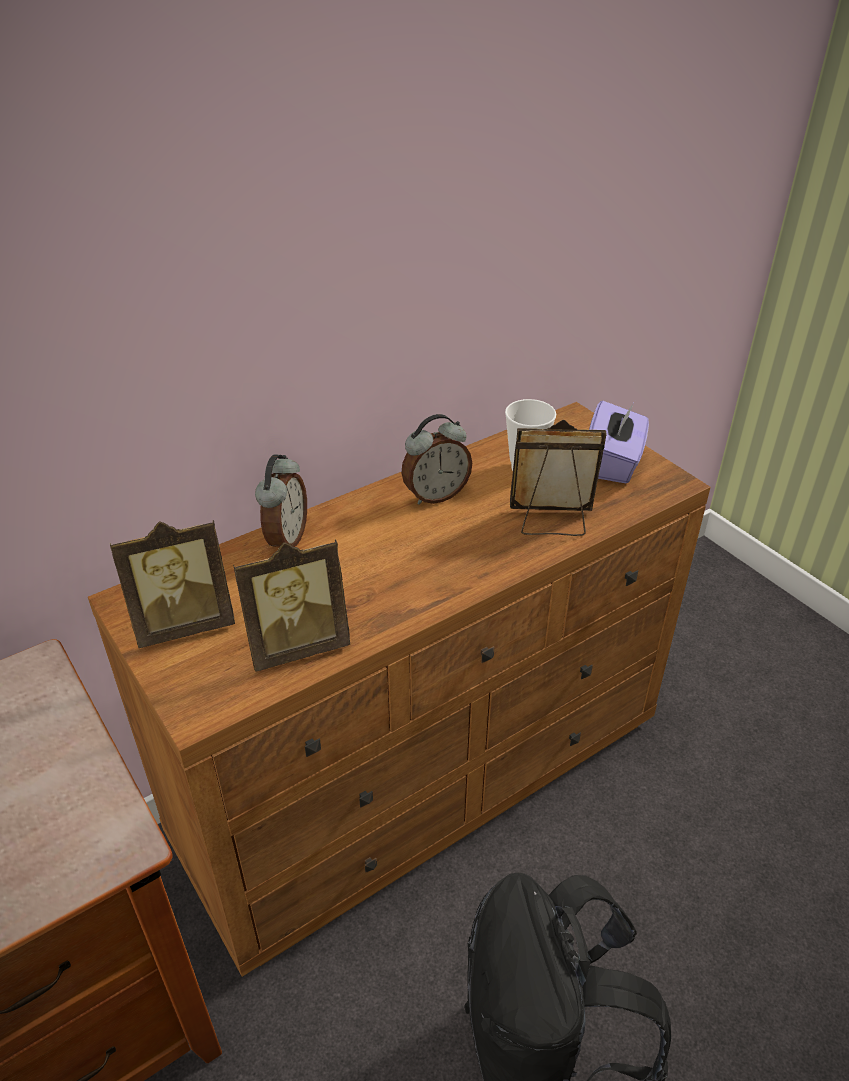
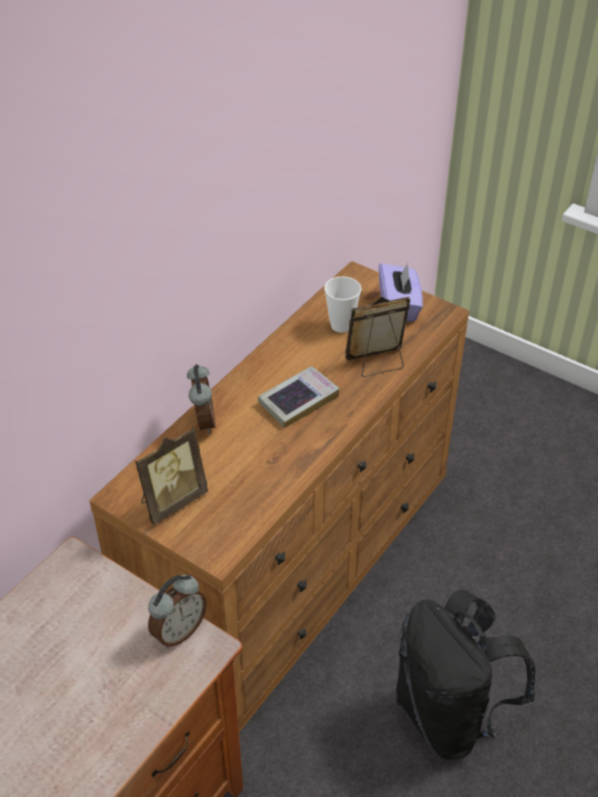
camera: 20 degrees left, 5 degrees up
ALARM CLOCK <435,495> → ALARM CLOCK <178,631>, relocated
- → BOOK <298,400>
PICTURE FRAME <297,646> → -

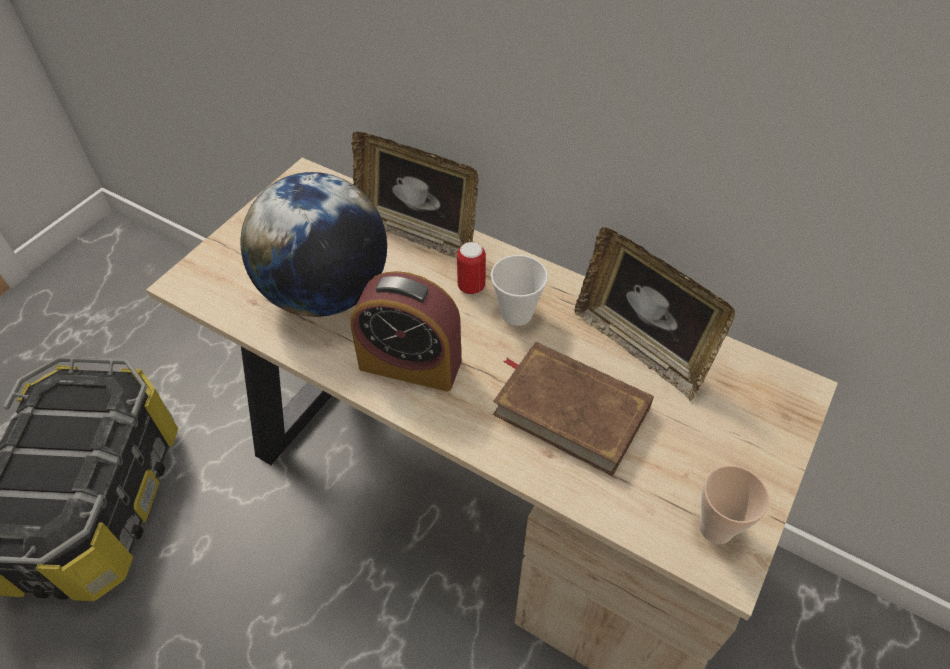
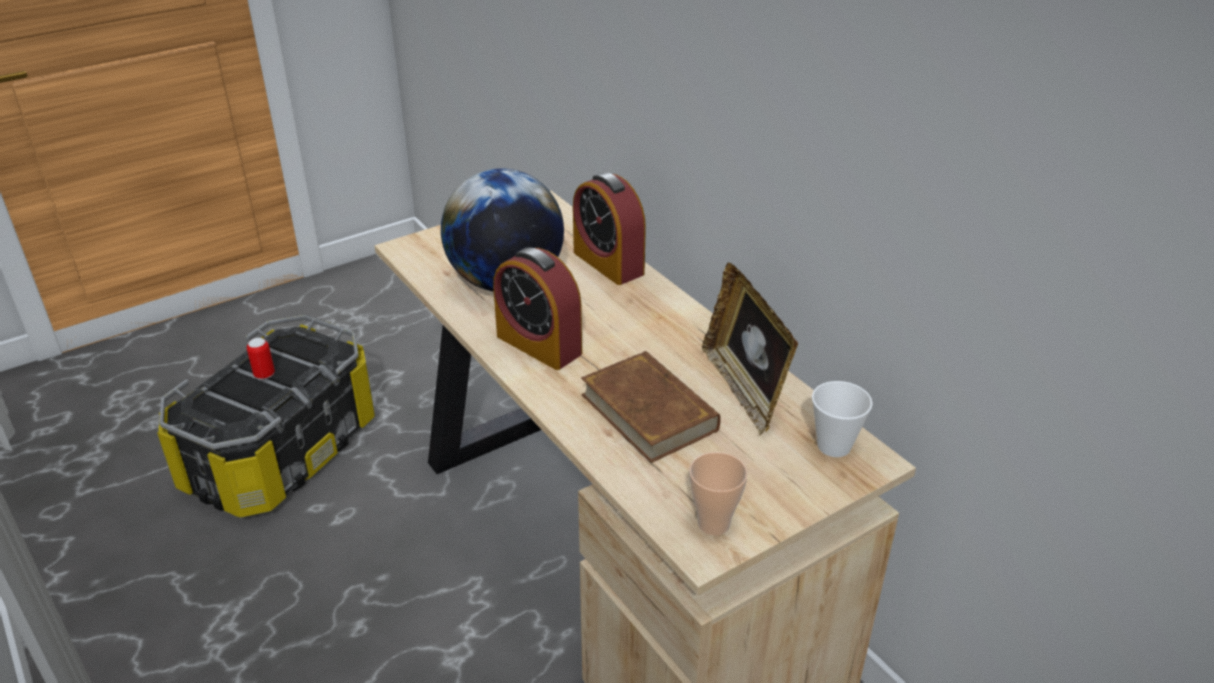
camera: 25 degrees right, 15 degrees down
CAN <471,287> → CAN <264,374>, relocated
PICTURE FRAME <417,233> → ALARM CLOCK <608,263>
CUP <516,313> → CUP <834,446>, relocated

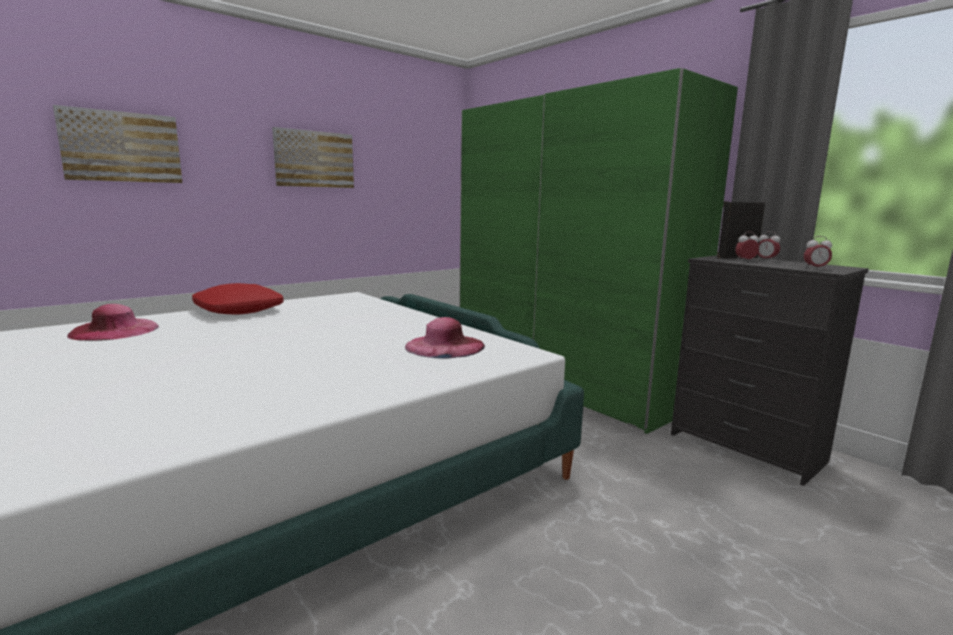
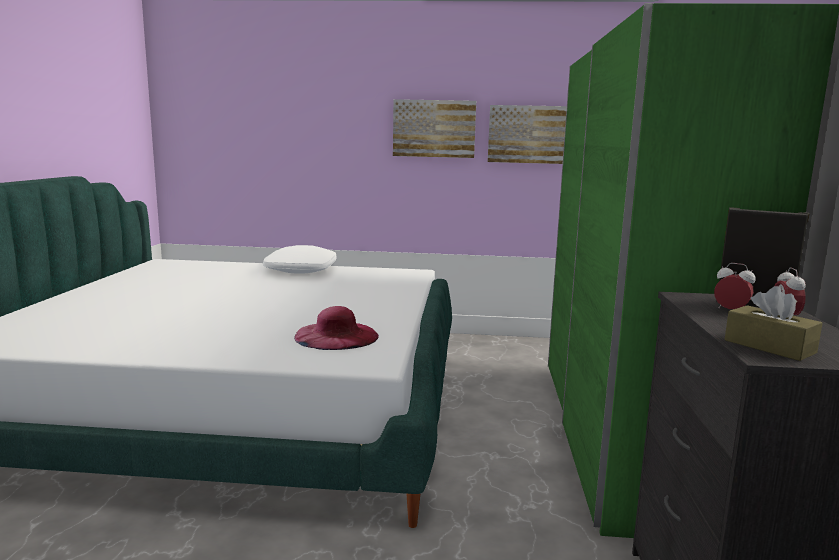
camera: 45 degrees right, 0 degrees up
RED PILLOW <238,310> → WHITE PILLOW <300,269>
PICTURE <121,147> → PICTURE <530,134>, relocated
ALARM CLOCK <815,268> → BROWN TISSUE BOX <769,346>
PINK HAT <114,330> → -

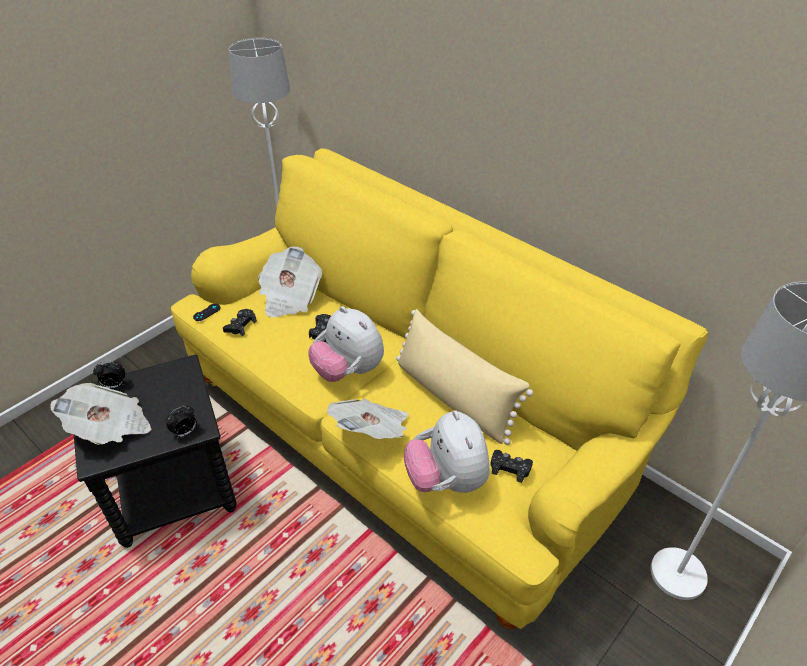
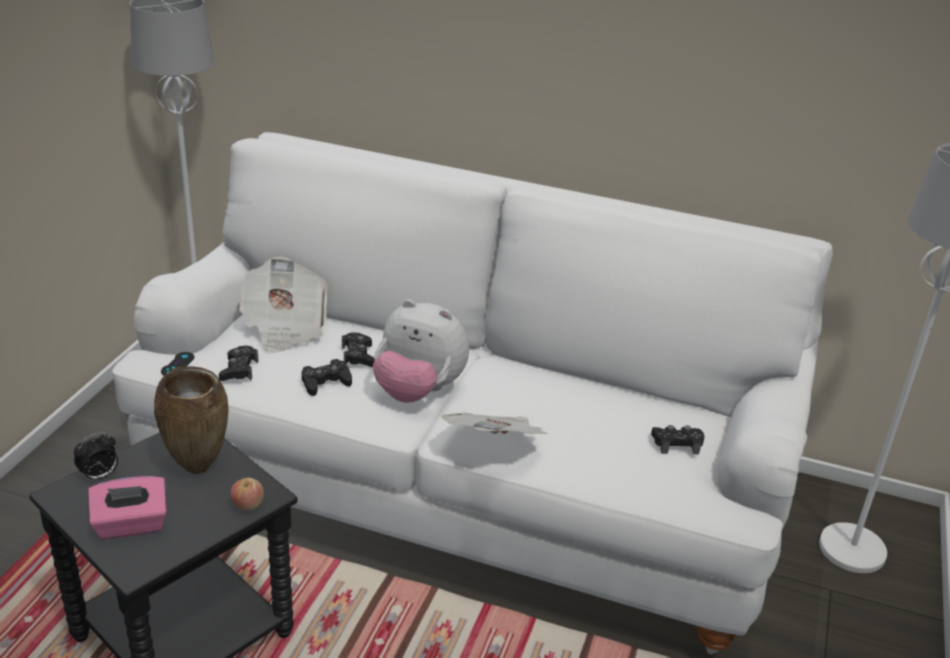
camera: 25 degrees left, 10 degrees down
NEWSPAPER <110,428> → PINK TISSUE BOX <131,525>
YELLOW SOFA <404,433> → WHITE SOFA <465,487>
- → BROWN VASE <199,468>
ALARM CLOCK <185,433> → APPLE <247,505>
- → BLACK GAME CONTROLLER <325,382>
BEIGE PILLOW <454,397> → -
PLUSH TOY <446,480> → -

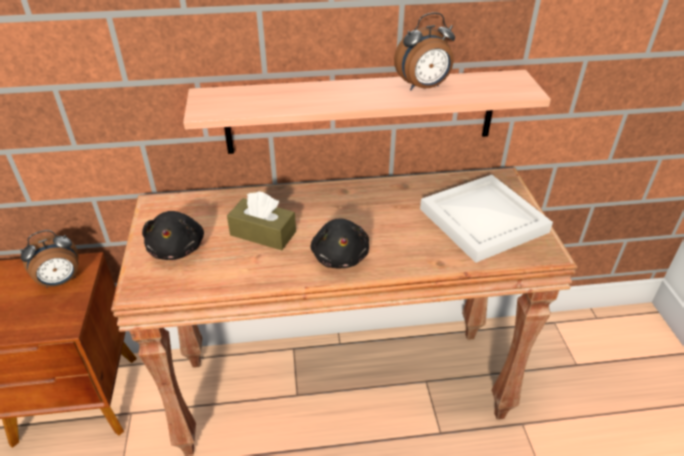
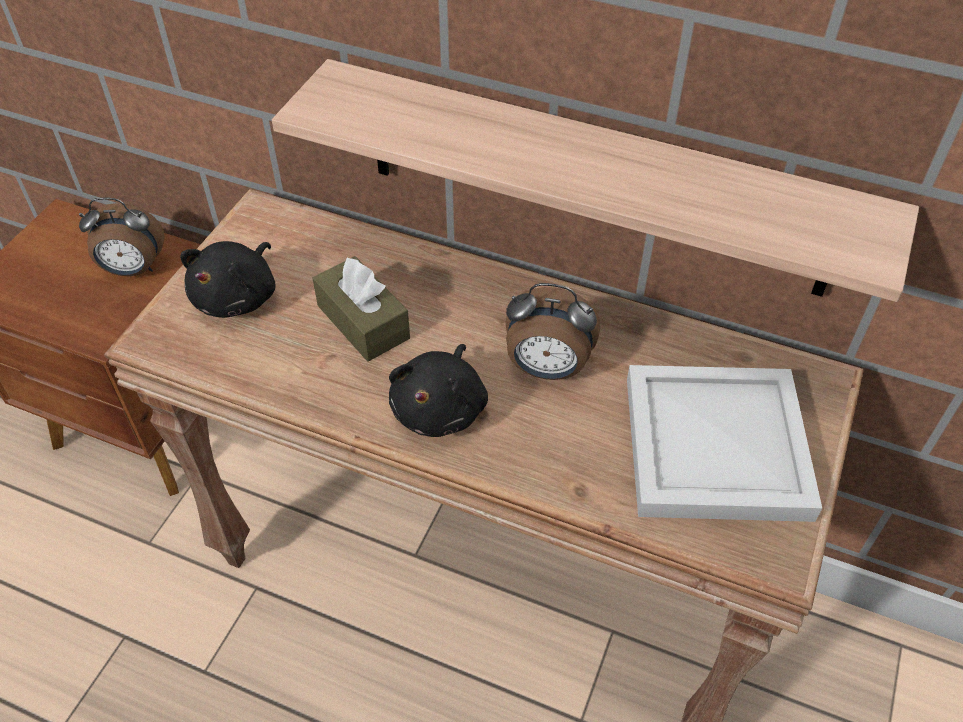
camera: 30 degrees right, 10 degrees up
ALARM CLOCK <423,87> → ALARM CLOCK <547,369>, relocated

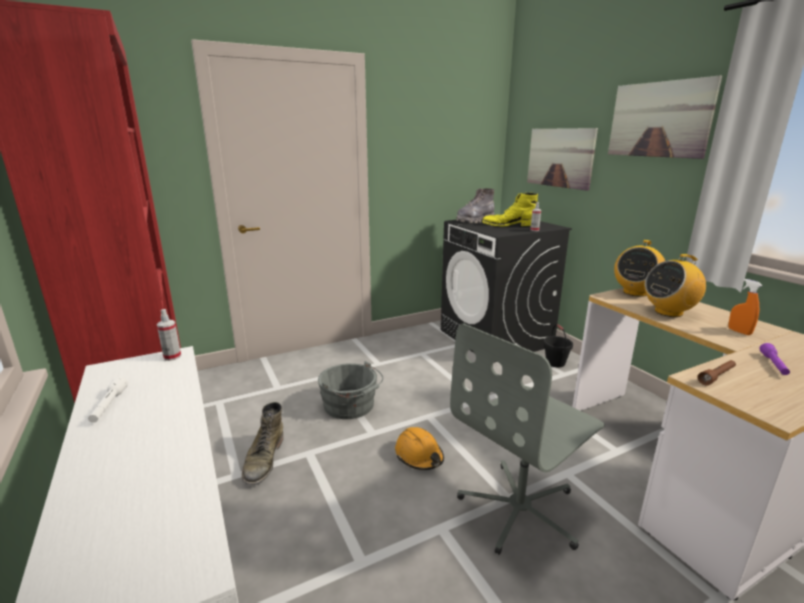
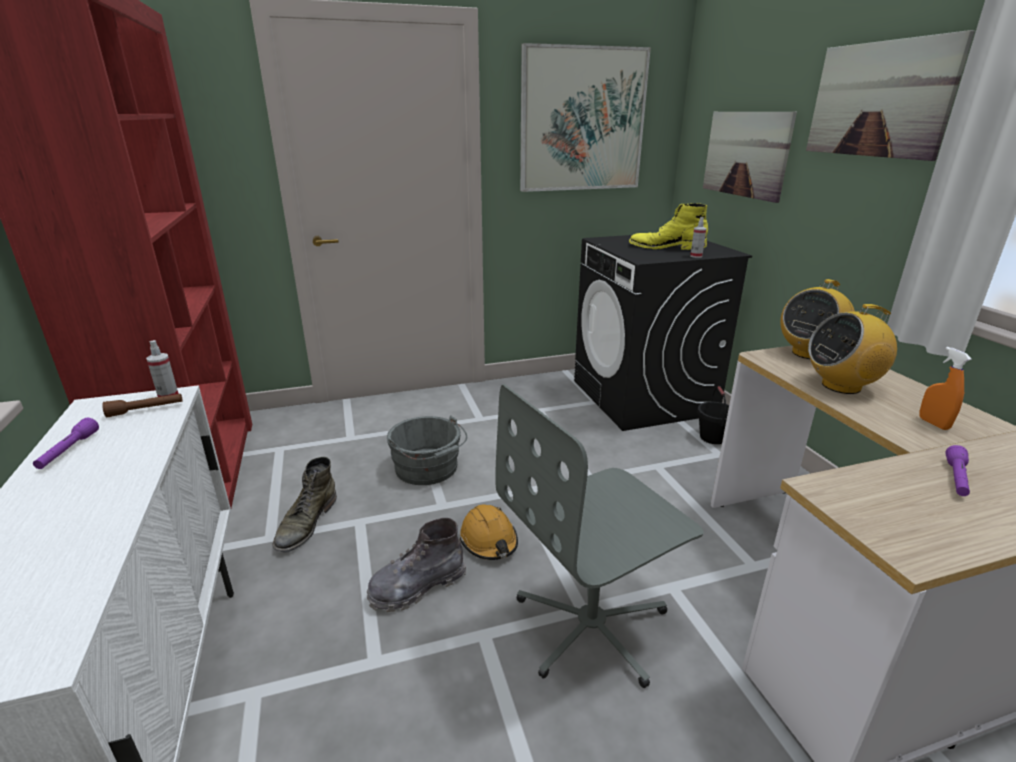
camera: 10 degrees right, 5 degrees up
WHITE FLASHLIGHT <109,406> → PURPLE FLASHLIGHT <68,451>
BROWN FLASHLIGHT <717,376> → BROWN FLASHLIGHT <146,410>, relocated
GREY BOOT <475,220> → GREY BOOT <417,586>, relocated
- → PICTURE <582,120>

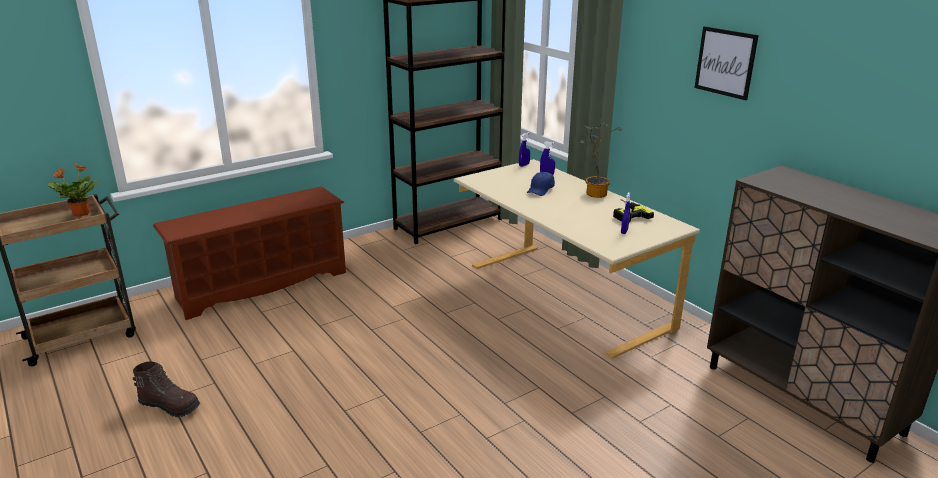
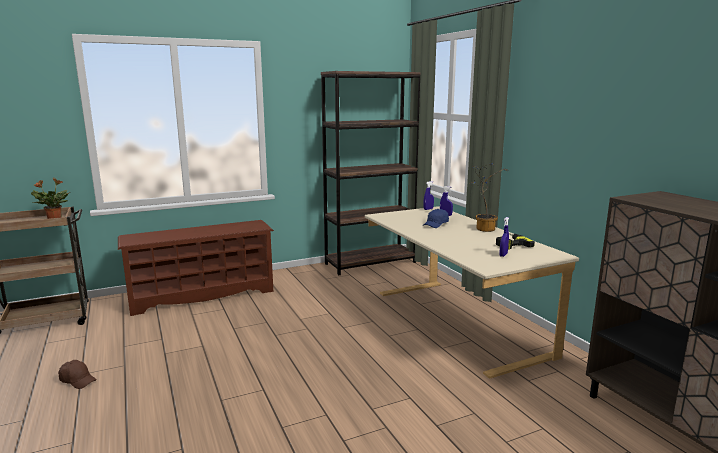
camera: 10 degrees right, 10 degrees down
BROWN BOOT <170,405> → BROWN CAP <78,380>
PICTURE <725,62> → -

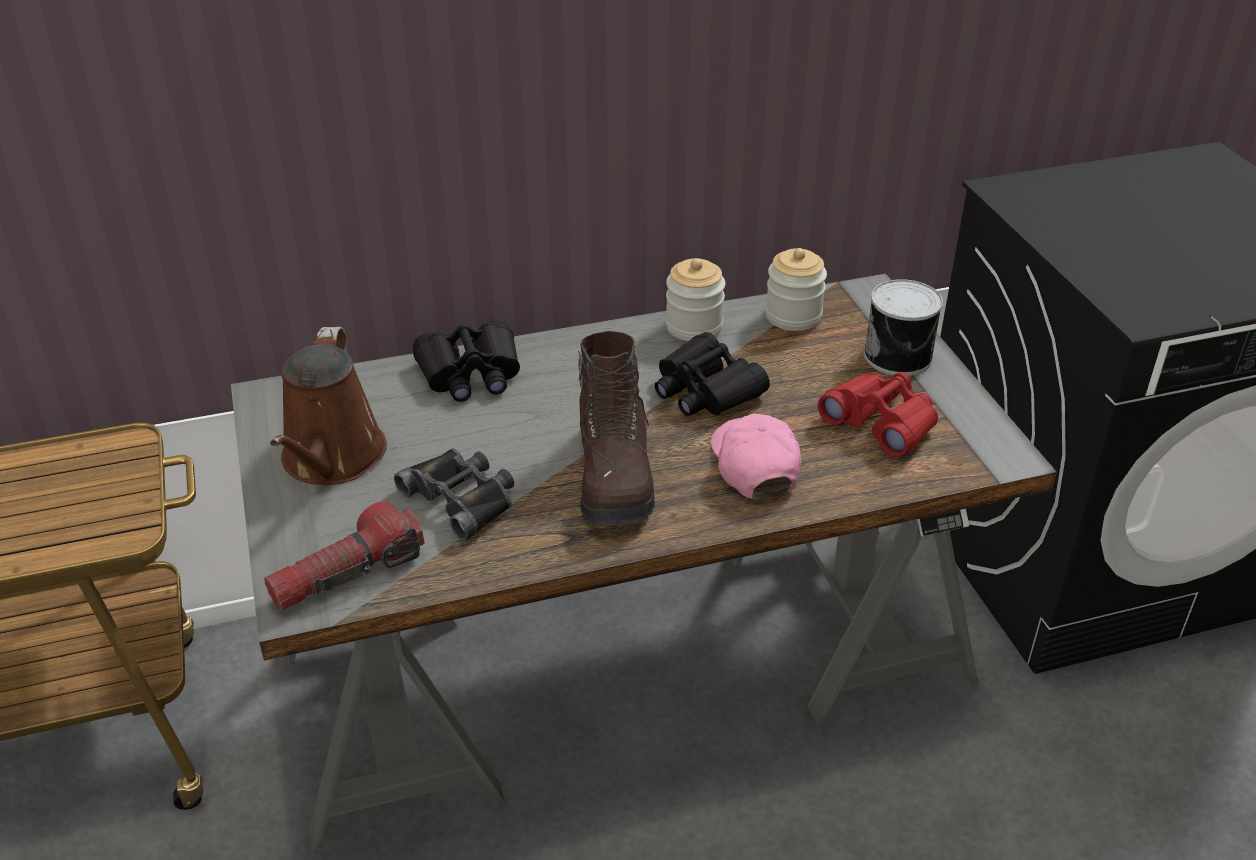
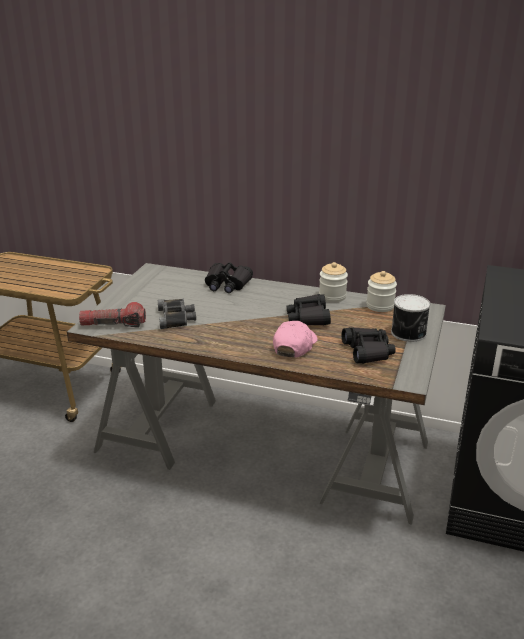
camera: 35 degrees right, 10 degrees down
RED BINOCULARS <881,423> → BLACK BINOCULARS <367,351>
BROWN WATERING CAN <332,460> → -
BROWN BOOT <614,476> → -

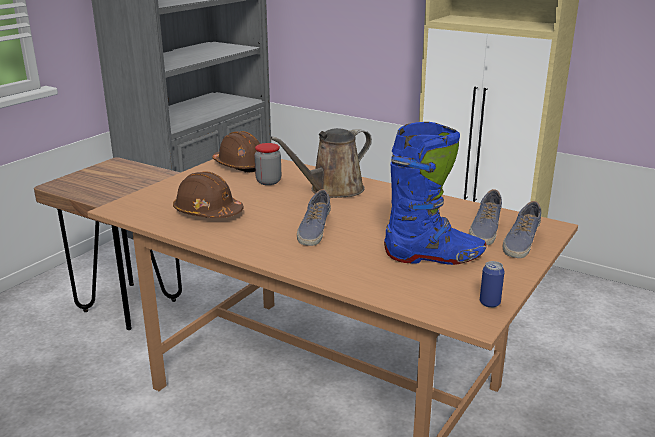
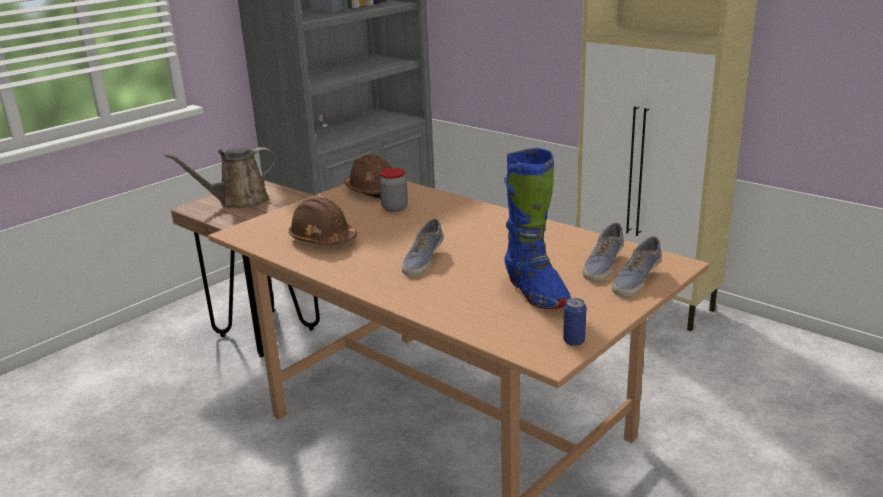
camera: 10 degrees right, 0 degrees up
BROWN WATERING CAN <332,190> → BROWN WATERING CAN <239,201>, relocated
BLUE BOOT <434,257> → BLUE BOOT <536,292>, 60 degrees clockwise

